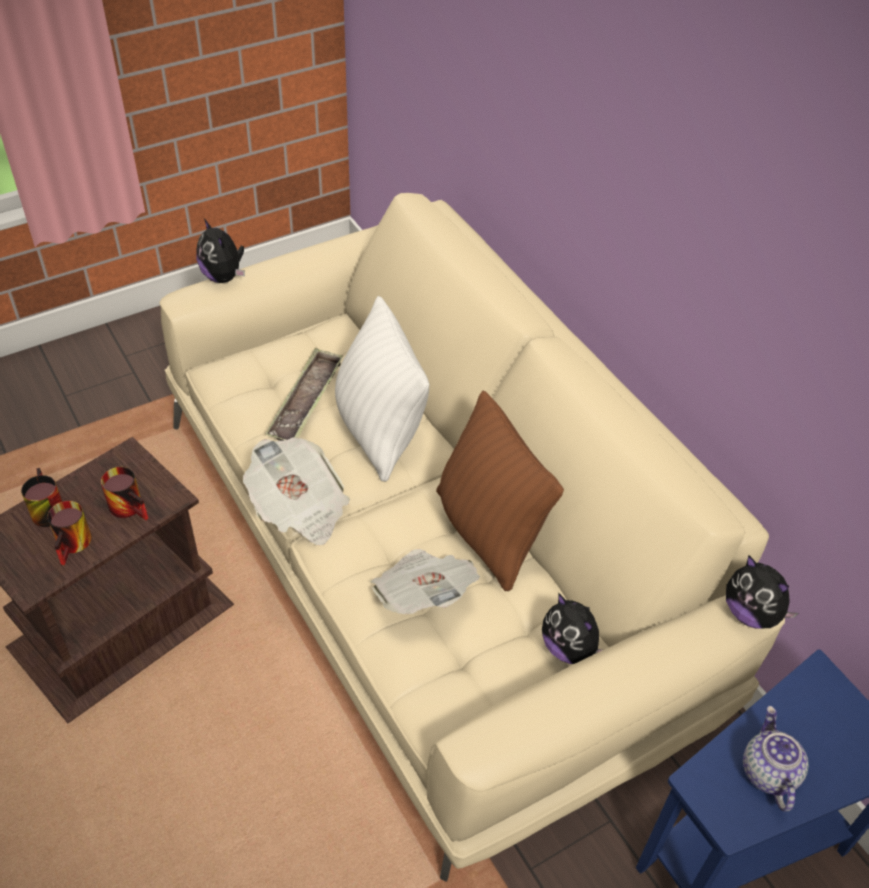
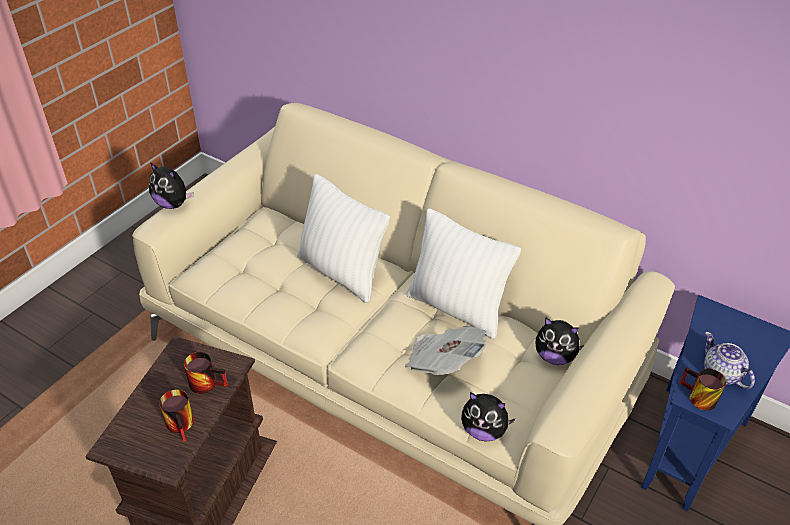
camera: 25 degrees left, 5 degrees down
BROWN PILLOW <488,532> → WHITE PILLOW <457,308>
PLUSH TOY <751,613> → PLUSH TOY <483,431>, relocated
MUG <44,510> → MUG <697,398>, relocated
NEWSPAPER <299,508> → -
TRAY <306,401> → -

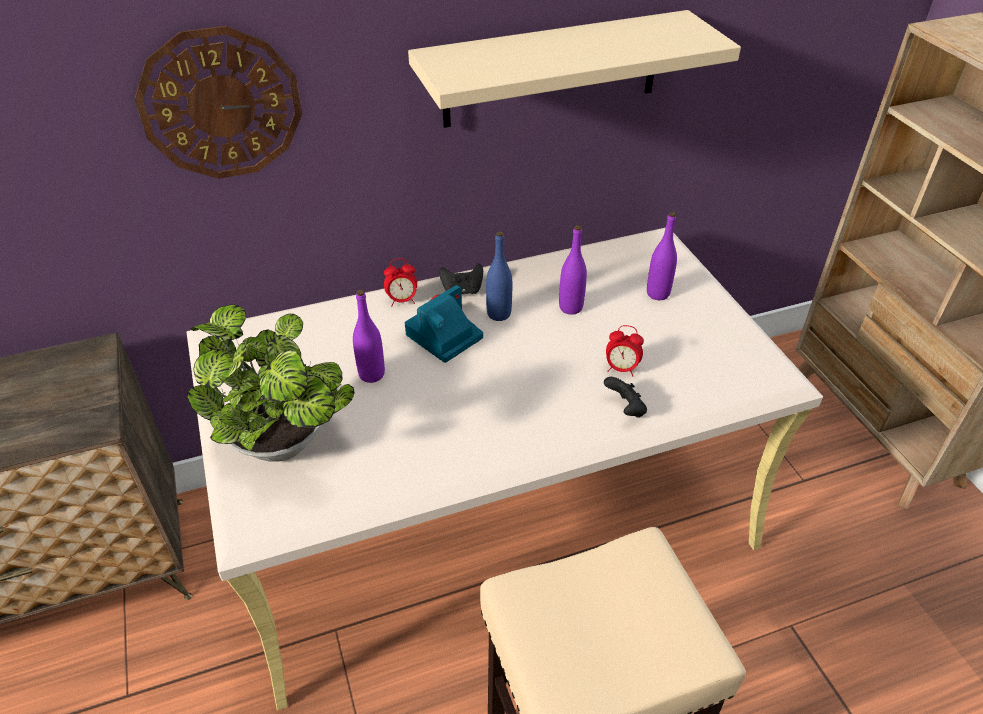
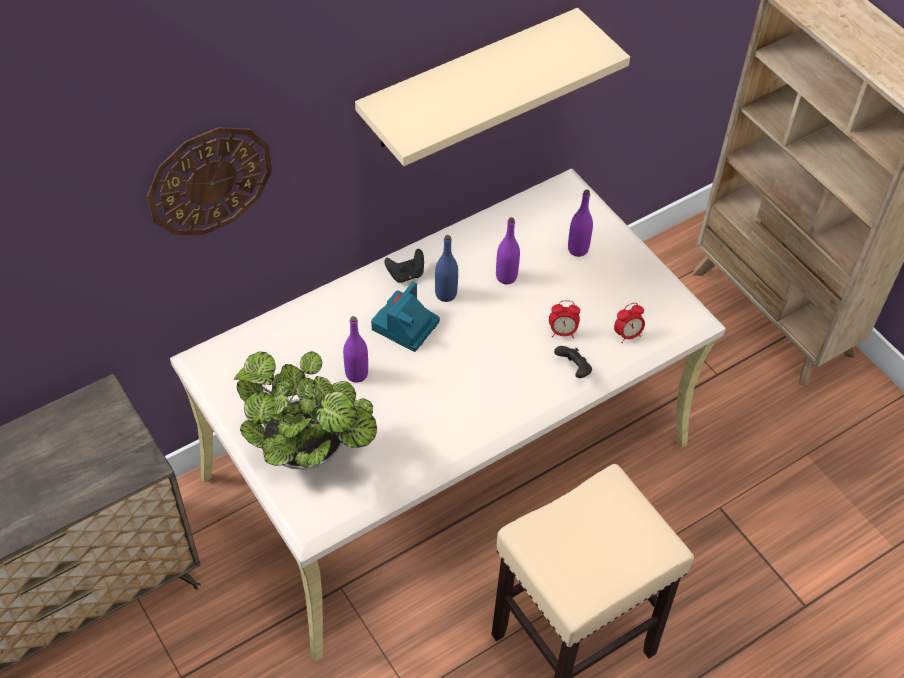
camera: 15 degrees left, 10 degrees up
ALARM CLOCK <402,300> → ALARM CLOCK <627,335>, relocated

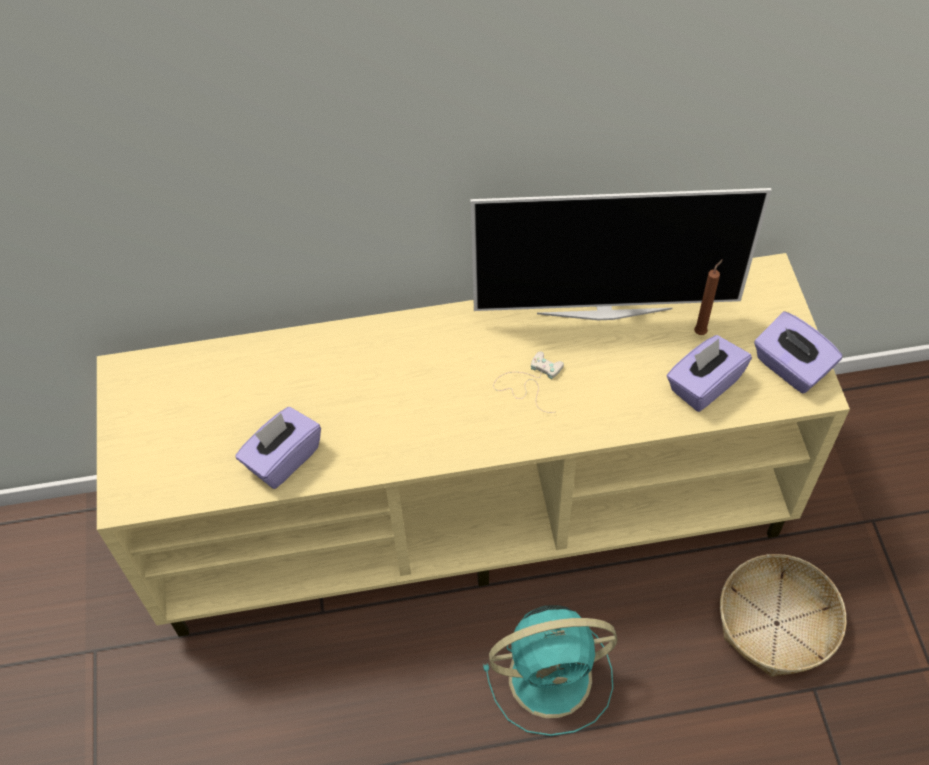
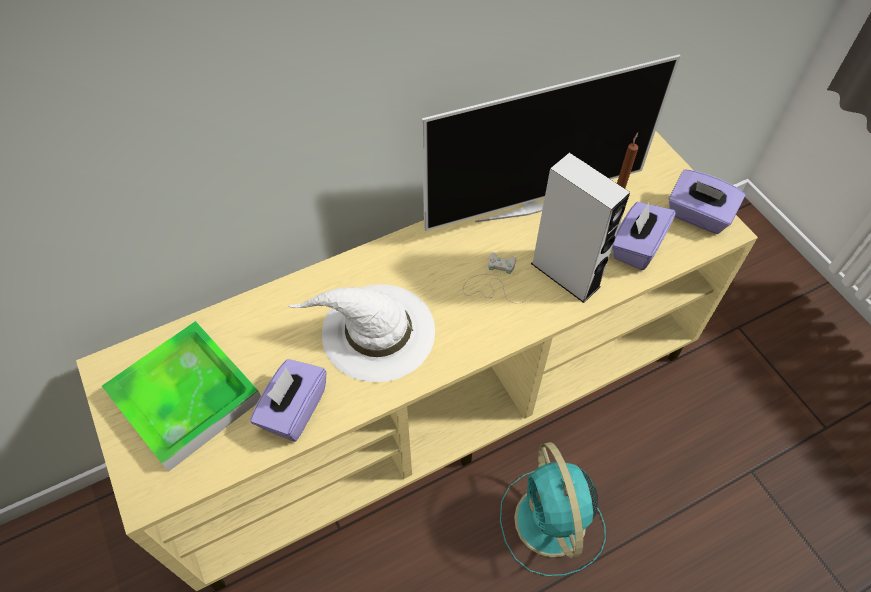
camera: 20 degrees left, 0 degrees up
- → TRAY <185,397>
- → WHITE HAT <376,332>
TURQUOISE FAN <554,676> → TURQUOISE FAN <551,524>, 105 degrees clockwise
- → GREY SPEAKER <565,275>
BASKET <776,623> → -

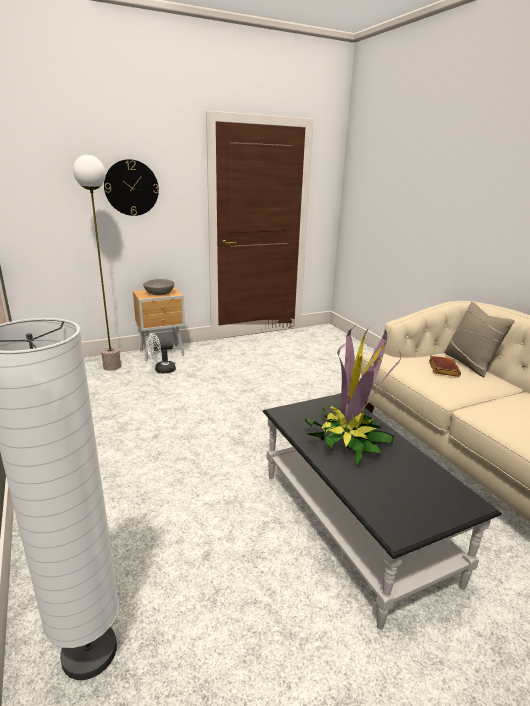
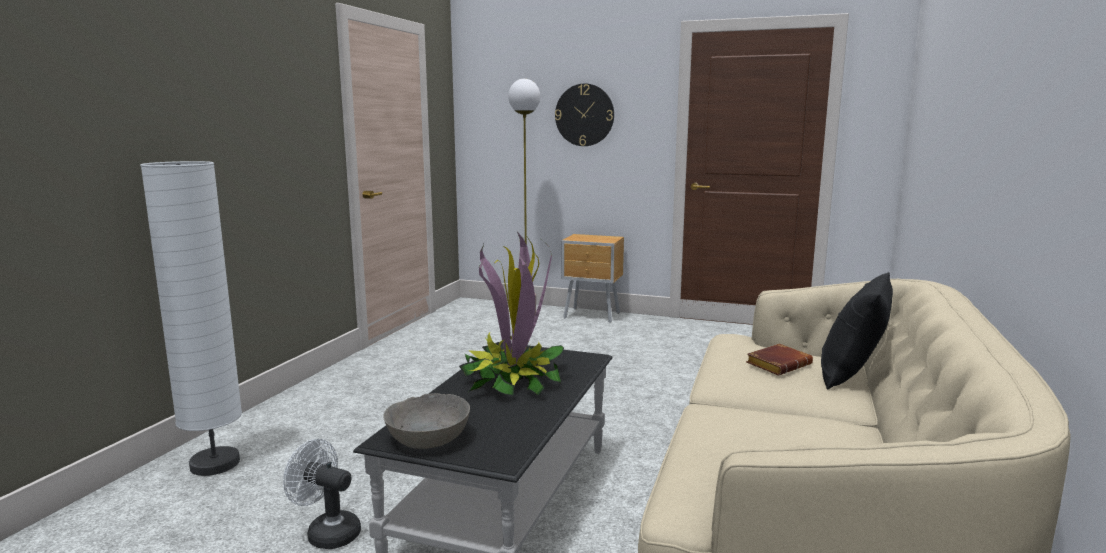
camera: 45 degrees right, 10 degrees down
WHITE FAN <161,370> → WHITE FAN <327,533>, relocated
GREY BOWL <159,293> → GREY BOWL <427,438>, relocated
BEIGE PILLOW <469,363> → BLACK PILLOW <851,374>

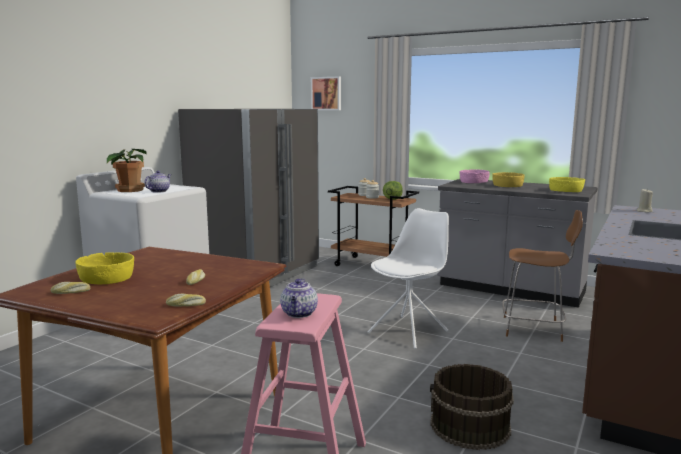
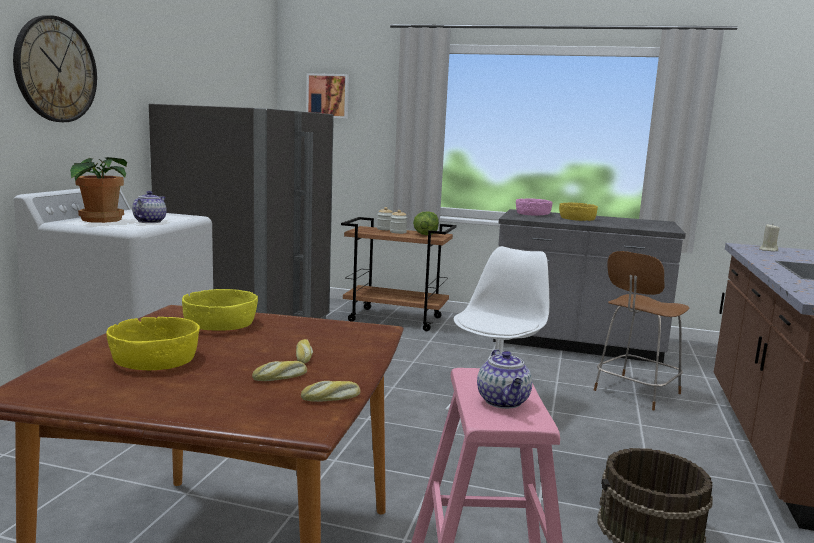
camera: 15 degrees left, 0 degrees up
- → WALL CLOCK <55,70>
YELLOW BOWL <566,191> → YELLOW BOWL <221,323>, relocated
BREAD <70,292> → BREAD <280,377>, relocated
BROWN CHAIR <534,329> → BROWN CHAIR <635,393>, 135 degrees clockwise

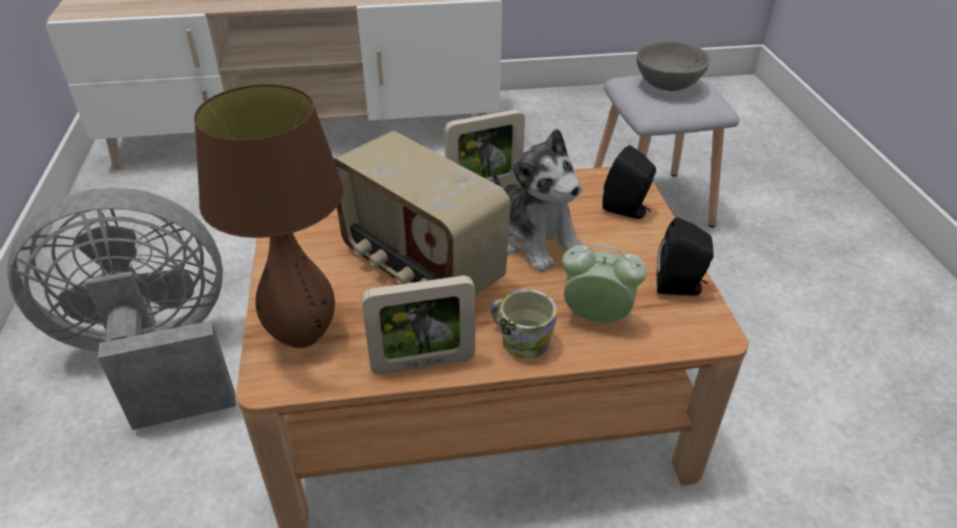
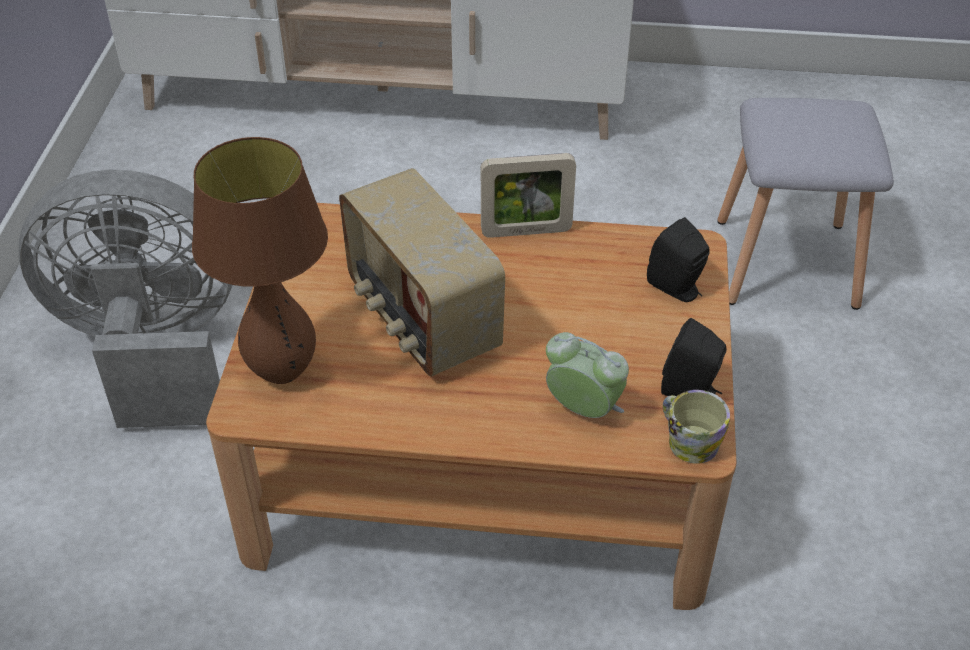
camera: 15 degrees right, 5 degrees up
MUG <519,339> → MUG <687,440>, relocated
PICTURE FRAME <423,363> → -
PLUSH TOY <533,239> → -
GREY BOWL <668,85> → -

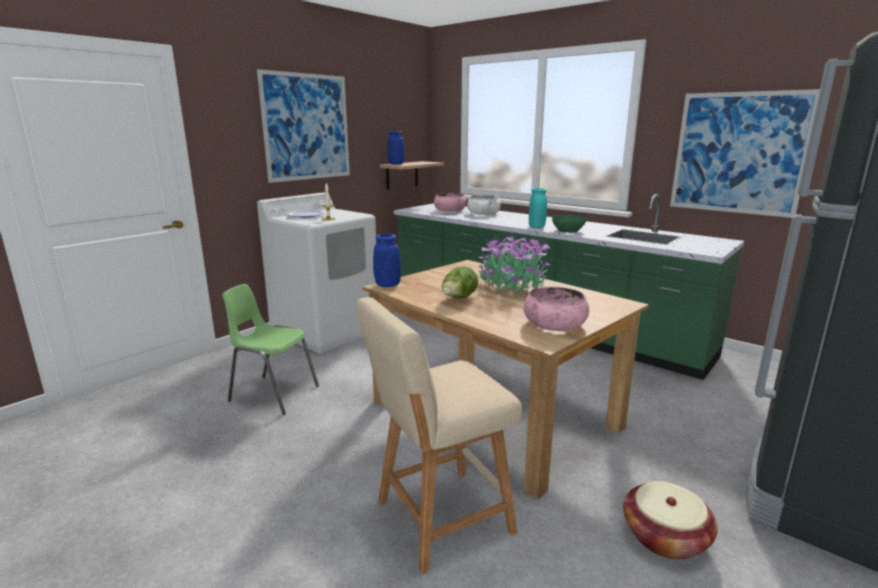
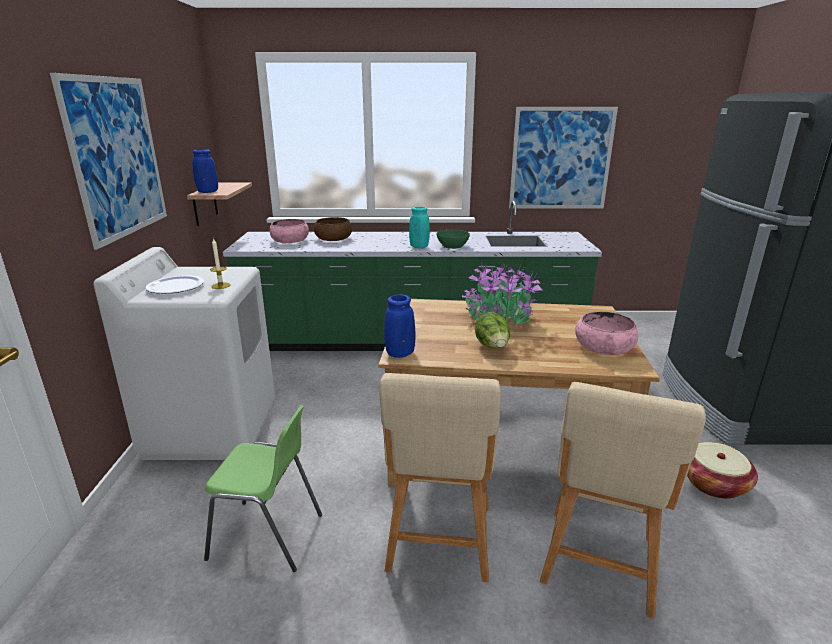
camera: 40 degrees left, 5 degrees up
GREEN CHAIR <273,393> → GREEN CHAIR <267,536>, 150 degrees counterclockwise
WHITE BOWL <483,213> → BROWN BOWL <333,238>
- → BEIGE STOOL <439,542>

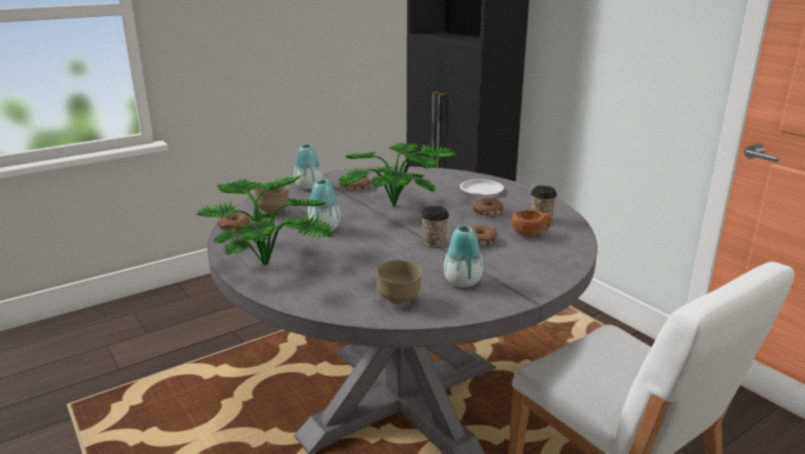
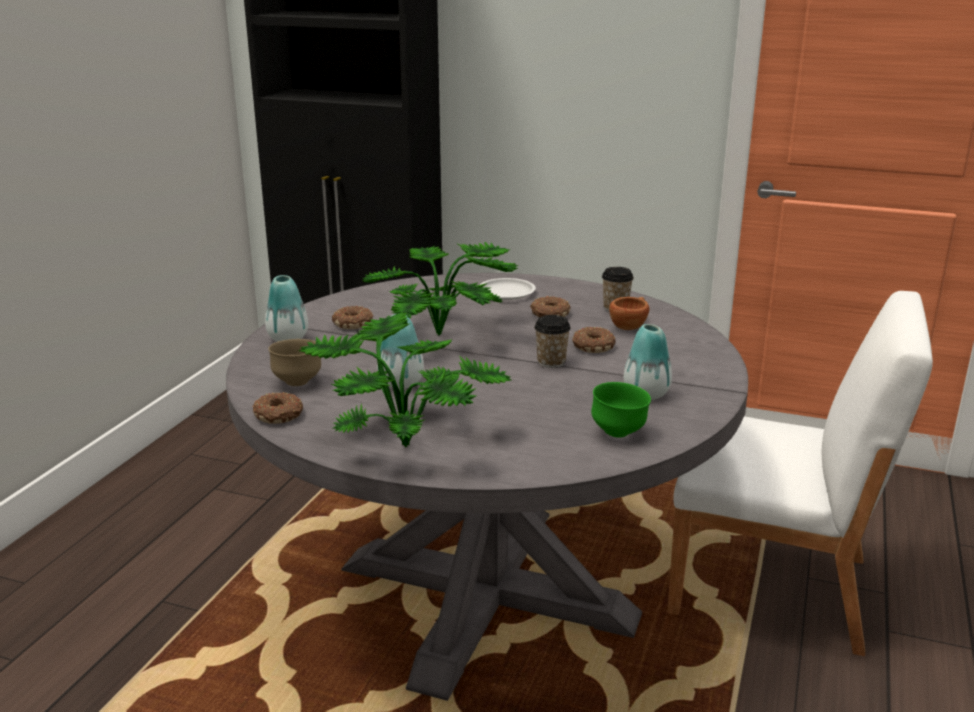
camera: 35 degrees left, 0 degrees up
BROWN BOWL <399,301> → GREEN BOWL <619,433>

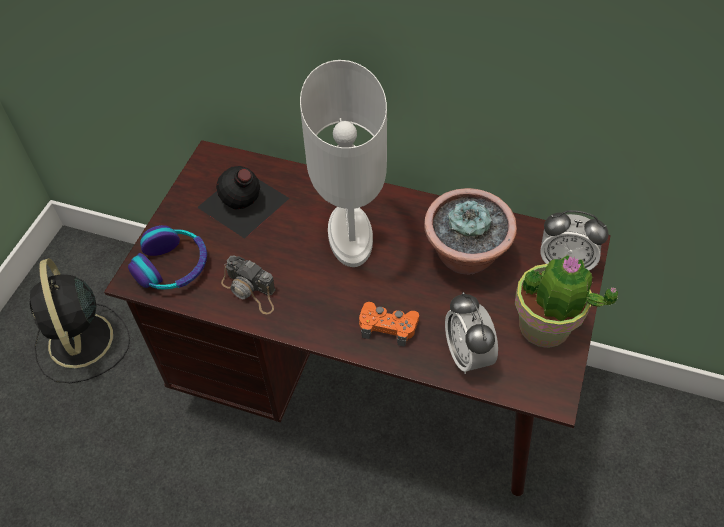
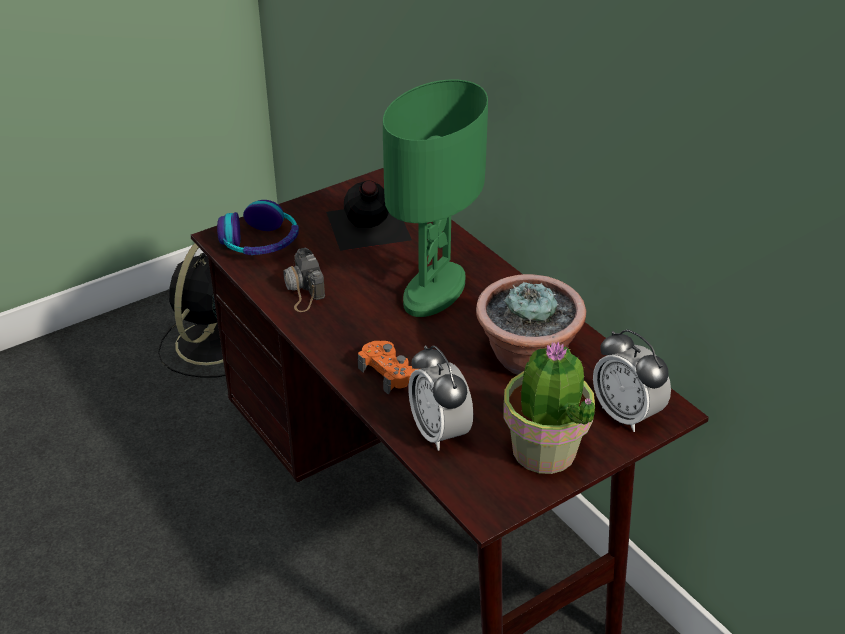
camera: 35 degrees right, 15 degrees down
WHITE TABLE LAMP <349,236> → GREEN TABLE LAMP <434,291>
ALARM CLOCK <467,355> → ALARM CLOCK <439,432>, 45 degrees counterclockwise

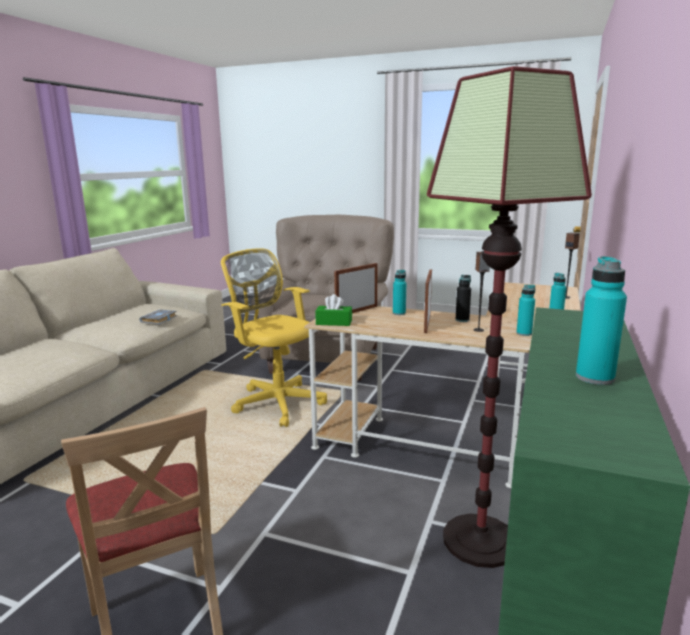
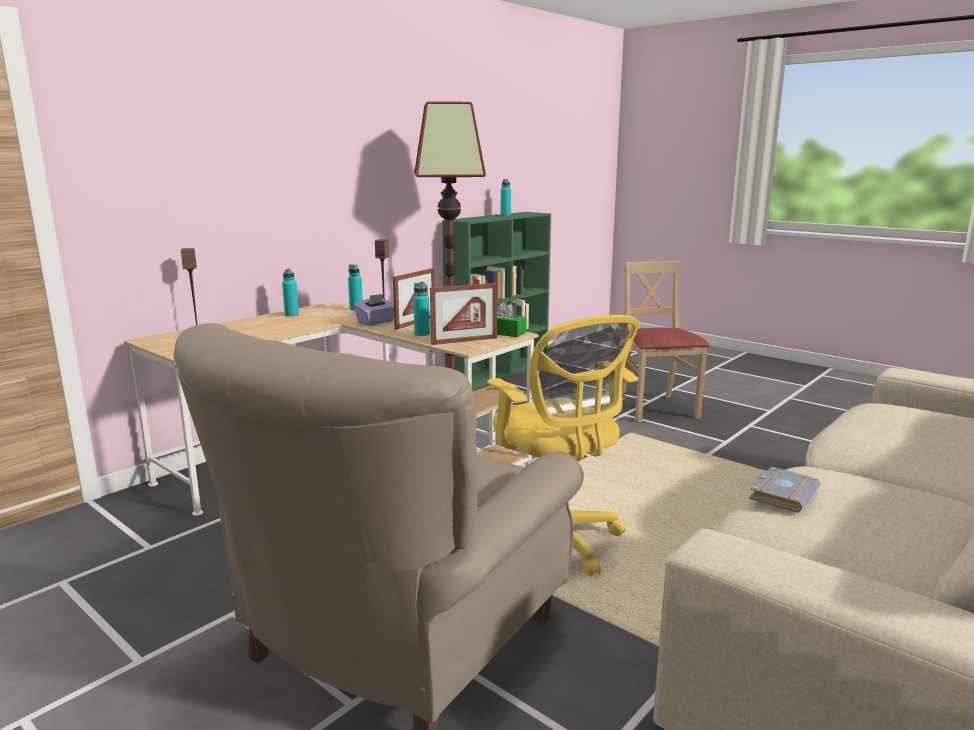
camera: 160 degrees left, 0 degrees up
BLACK BOTTLE <462,320> → PURPLE TISSUE BOX <376,322>

